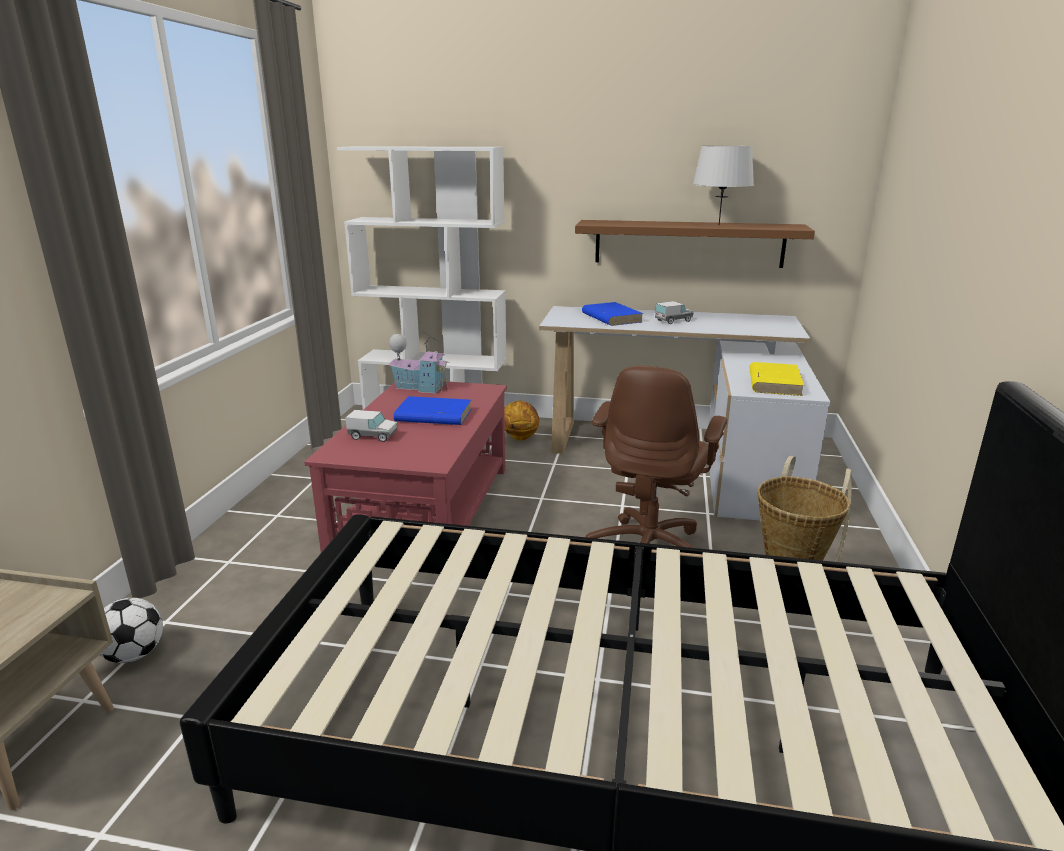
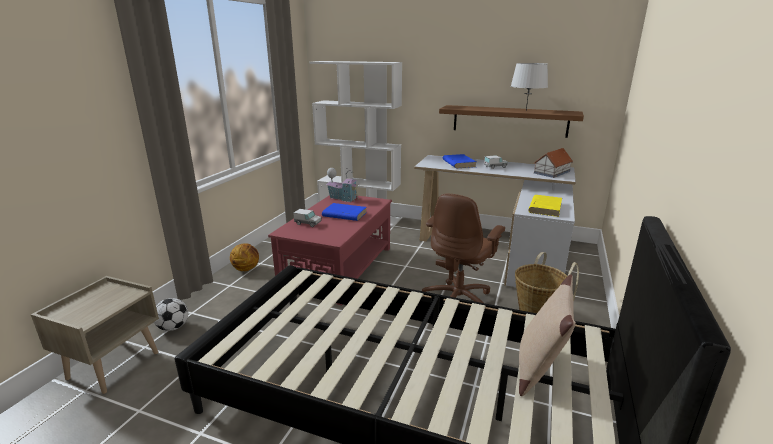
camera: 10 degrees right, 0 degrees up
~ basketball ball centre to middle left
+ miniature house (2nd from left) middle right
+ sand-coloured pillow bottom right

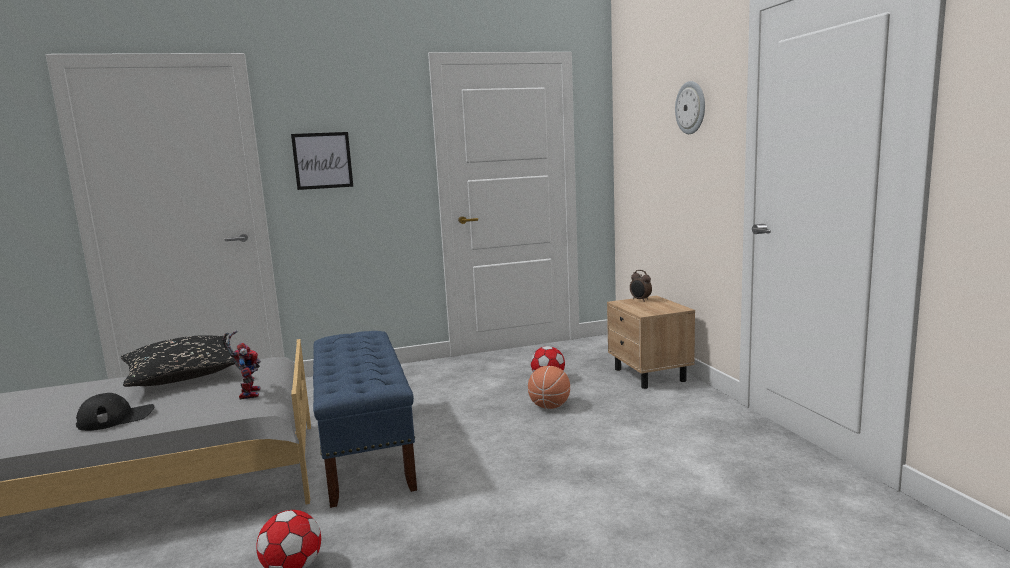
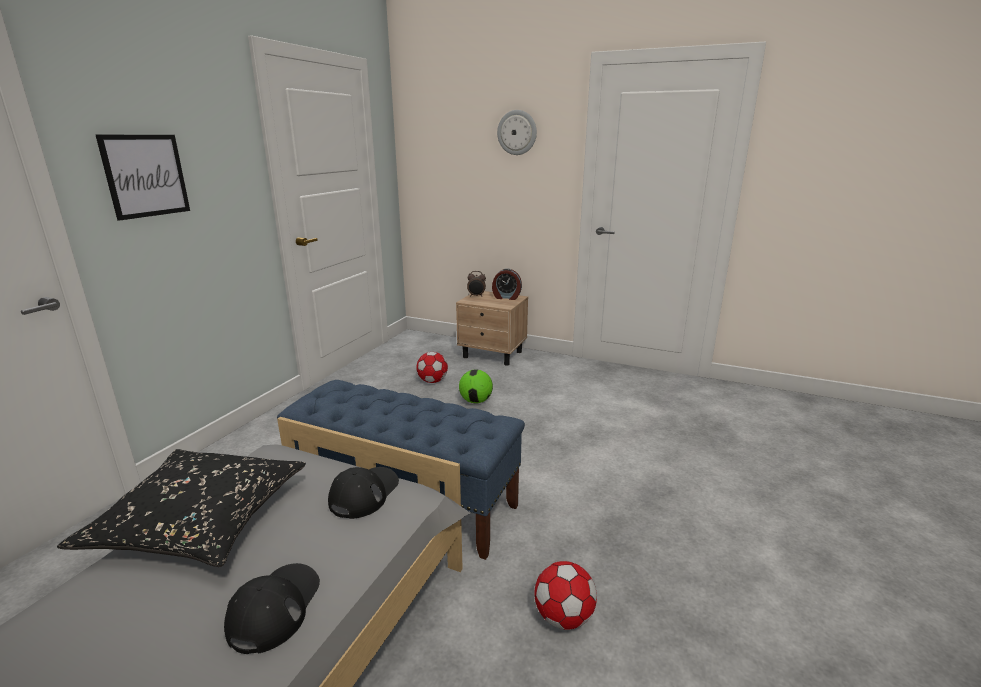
camera: 50 degrees left, 10 degrees up
~ robot figure middle left to black cap (2nd from left) bottom centre
~ basketball ball bottom centre to ball for football (2nd from left) centre
+ alarm clock (2nd from left) centre

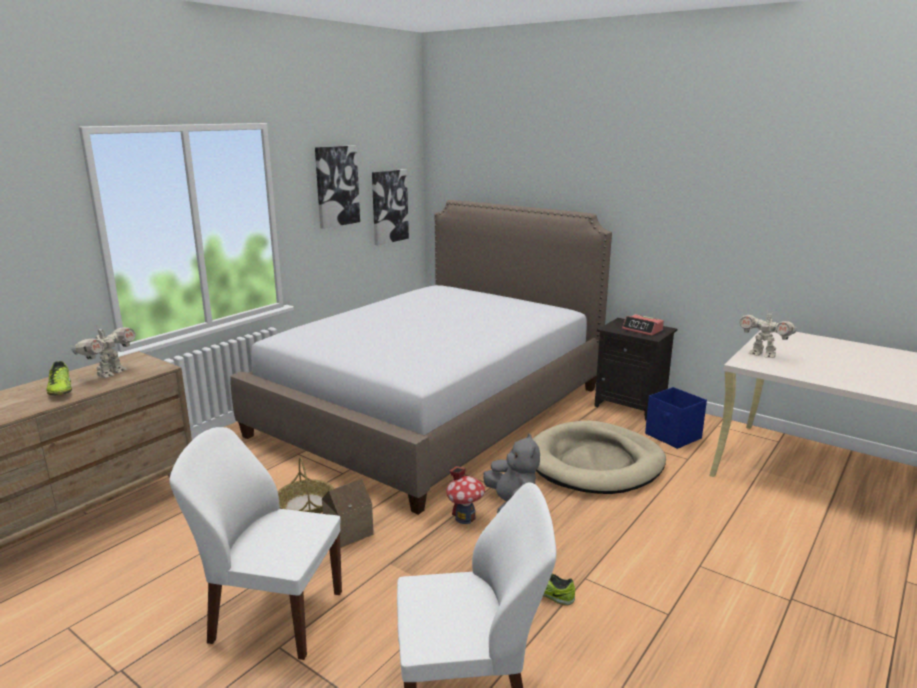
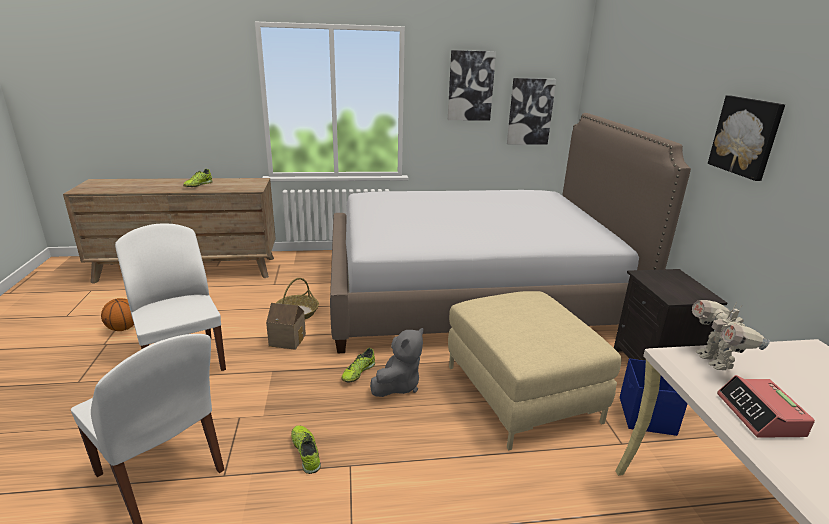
camera: 45 degrees right, 5 degrees up
~ alarm clock middle right to bottom right
- robot figure (1st from left) middle left
~ sand-coloured dog bed centre to sand-coloured footrest bottom centre
~ miniature house (2nd from left) bottom centre to shoe (3rd from left) bottom centre
+ wall art (3rd from left) top right
+ basketball ball middle left

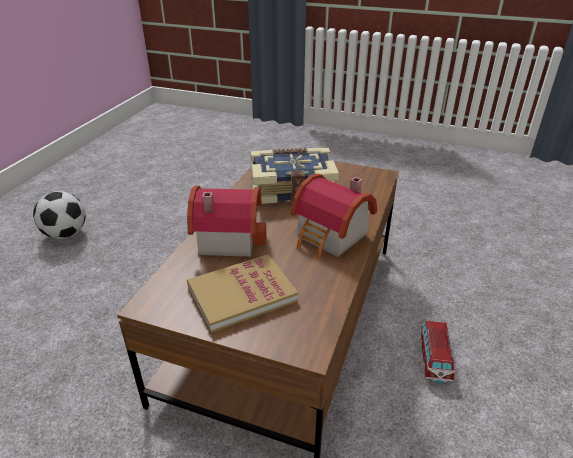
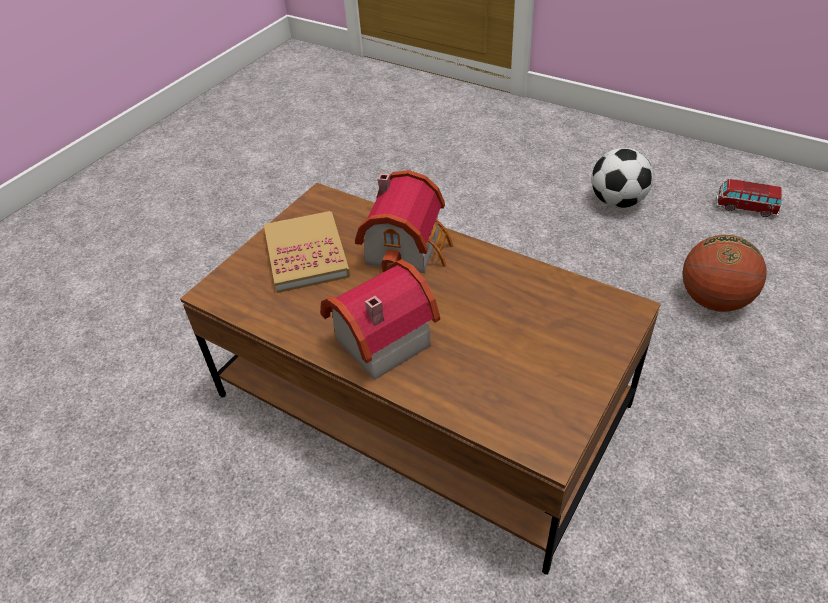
camera: 105 degrees right, 10 degrees up
- book (2nd from left) centre
~ miniature car bottom right to top right
+ basketball ball middle right

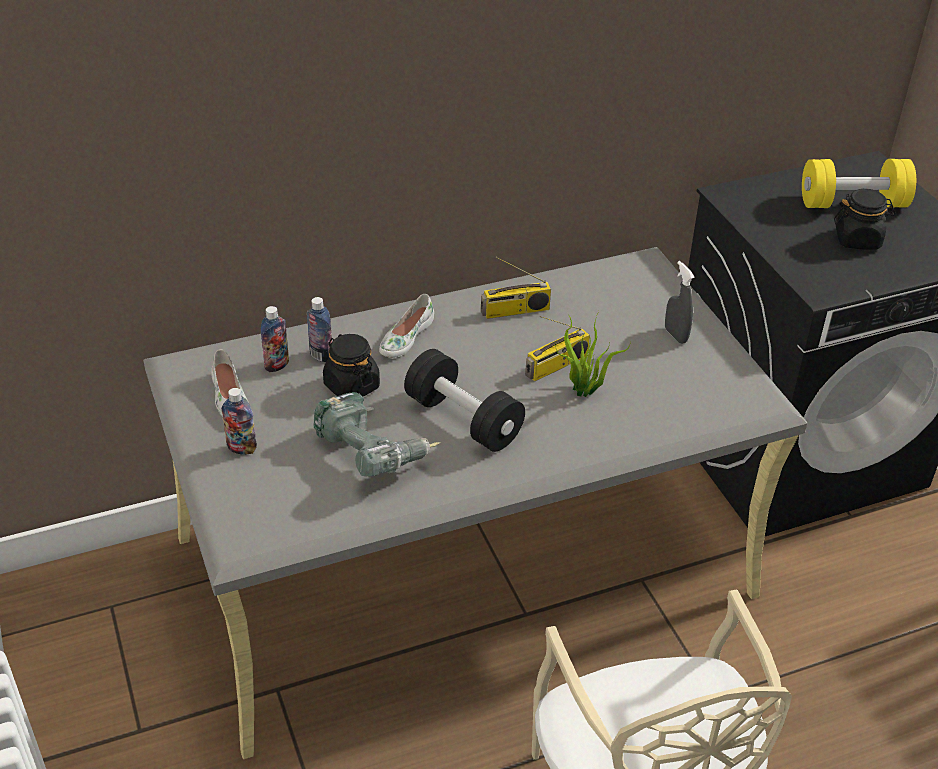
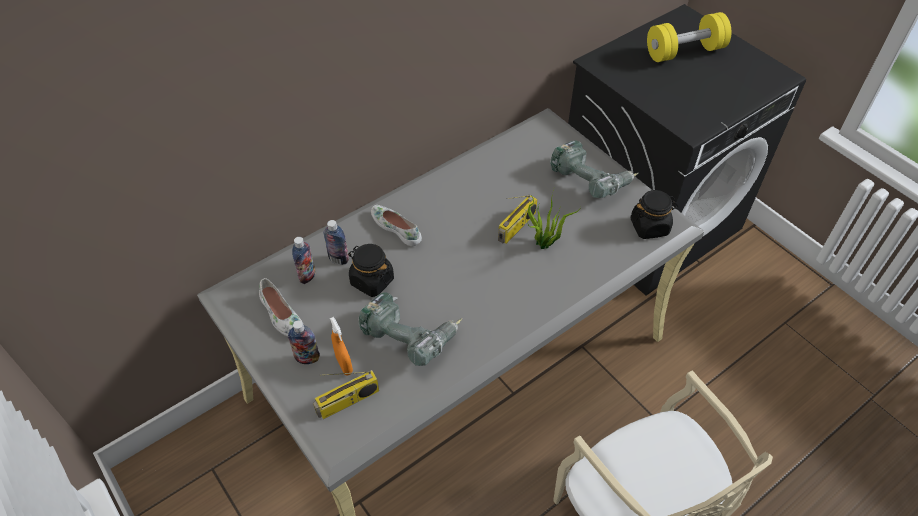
camera: 15 degrees left, 10 degrees up
~ black storage jar (2nd from left) top right to middle right
~ radio receiver (1st from left) centre to bottom centre
~ grey sprayer middle right to drill (2nd from left) top centre
~ whitish shoe (2nd from left) centre = centre 120 degrees clockwise
- black hand weight centre
+ orange-coloured sprayer bottom centre

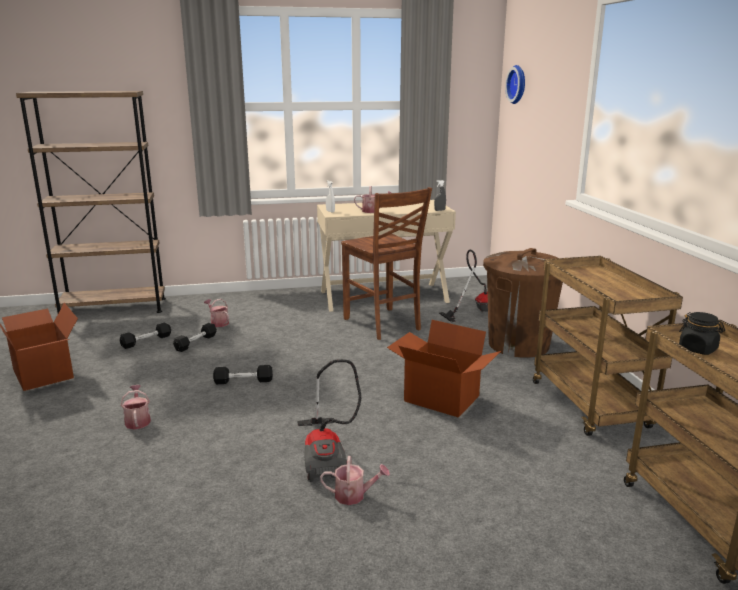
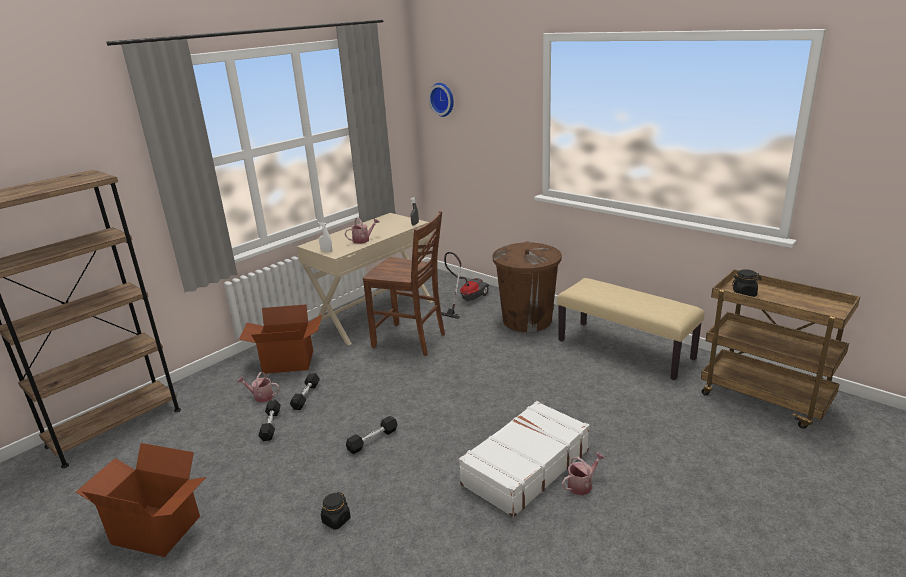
camera: 35 degrees left, 5 degrees up
~ brown trolley (1st from left) middle right to sand-coloured indoor bench middle right
~ cardboard box (2nd from left) centre to middle left
~ black hand weight (1st from left in the first image) middle left to black hand weight (2nd from left) bottom centre
~ hoover (1st from left) bottom centre to whitish suitcase bottom centre
~ watering pot (1st from left) bottom left to black storage jar (1st from left) bottom centre

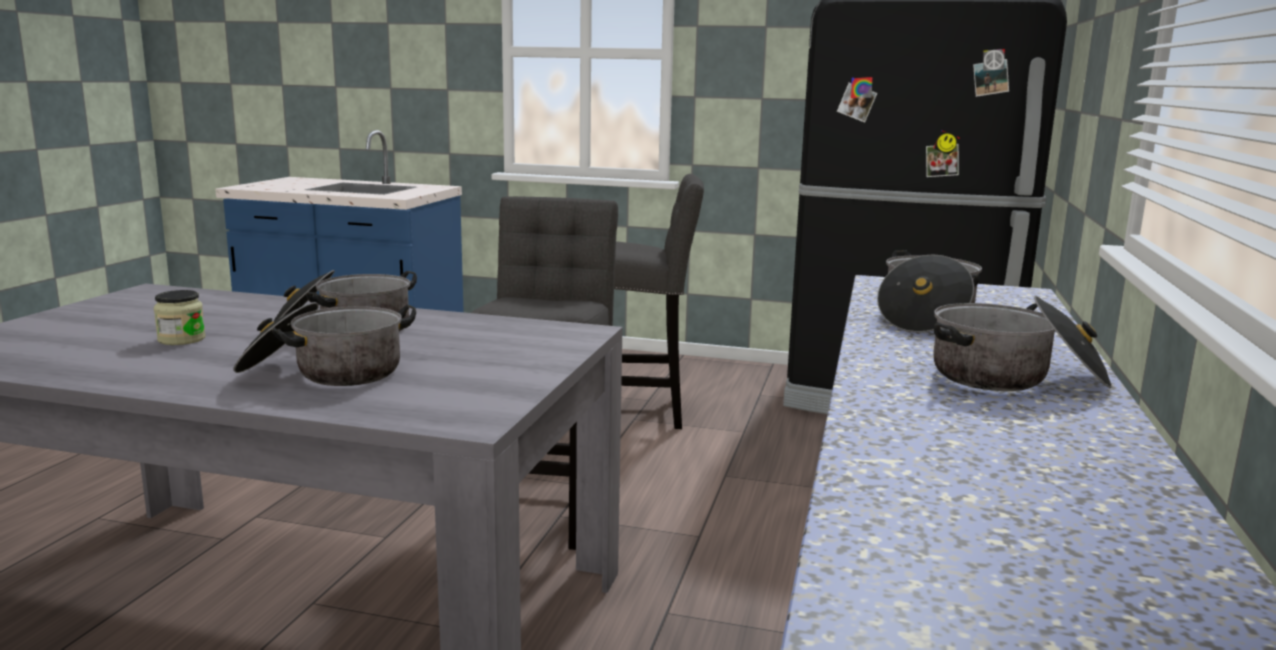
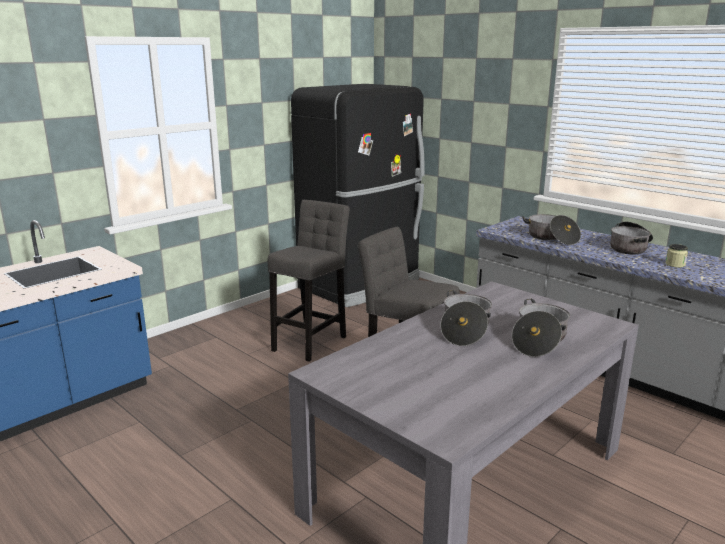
camera: 60 degrees left, 5 degrees up
~ storage jar middle left to middle right

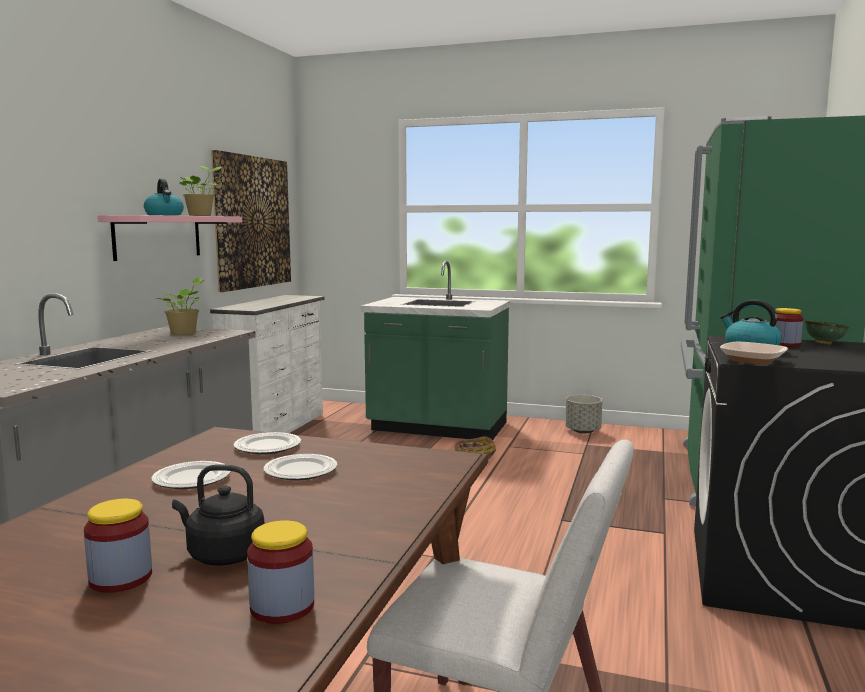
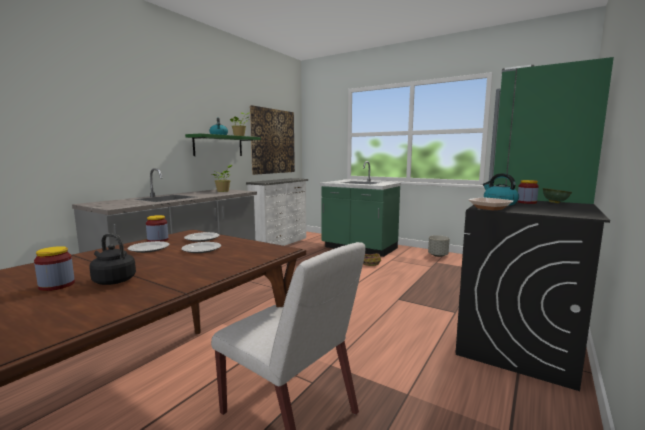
camera: 15 degrees right, 0 degrees up
~ pink wall shelf middle left to green-coloured wall shelf centre
~ storage jar (2nd from left) bottom left to middle left

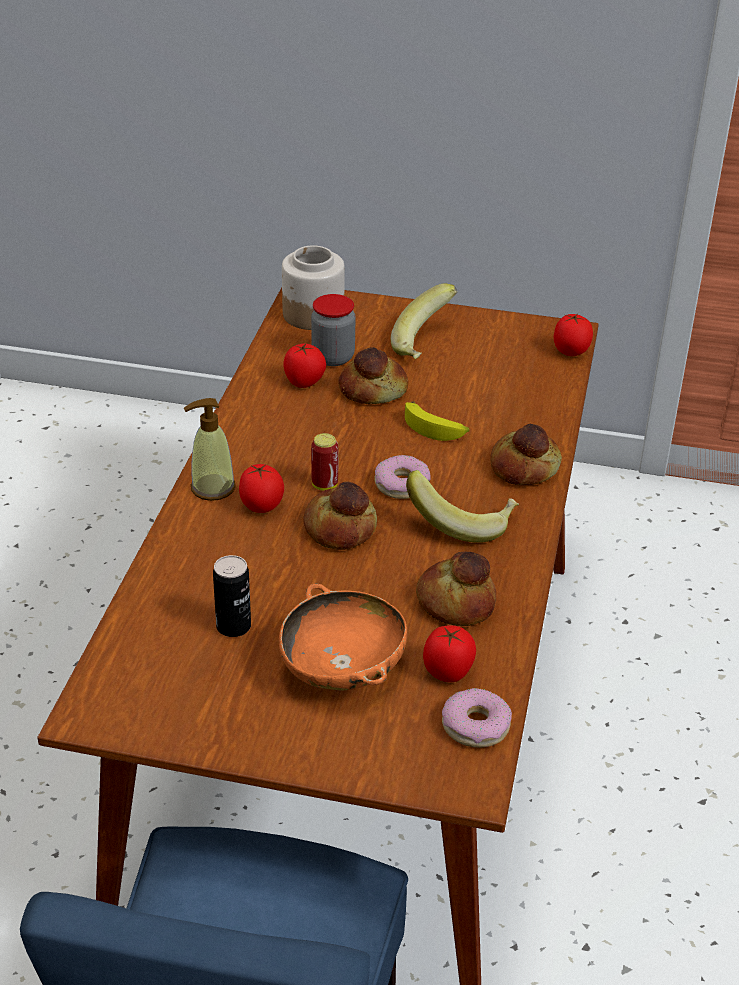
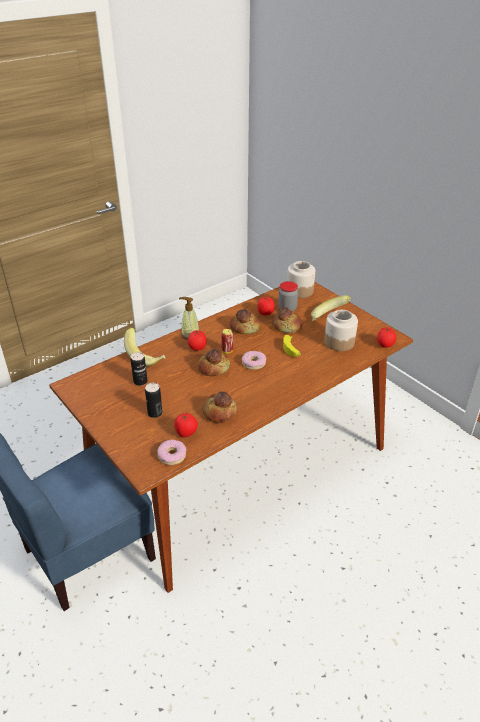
camera: 40 degrees right, 0 degrees up
~ bread (4th from left in the first image) middle right to bread (3rd from left) centre
~ banana (3rd from left in the first image) centre to banana (1st from left) middle left
~ orange-coloured serving bowl centre to metal can (2nd from left) middle left
+ storage jar (3rd from left) middle right

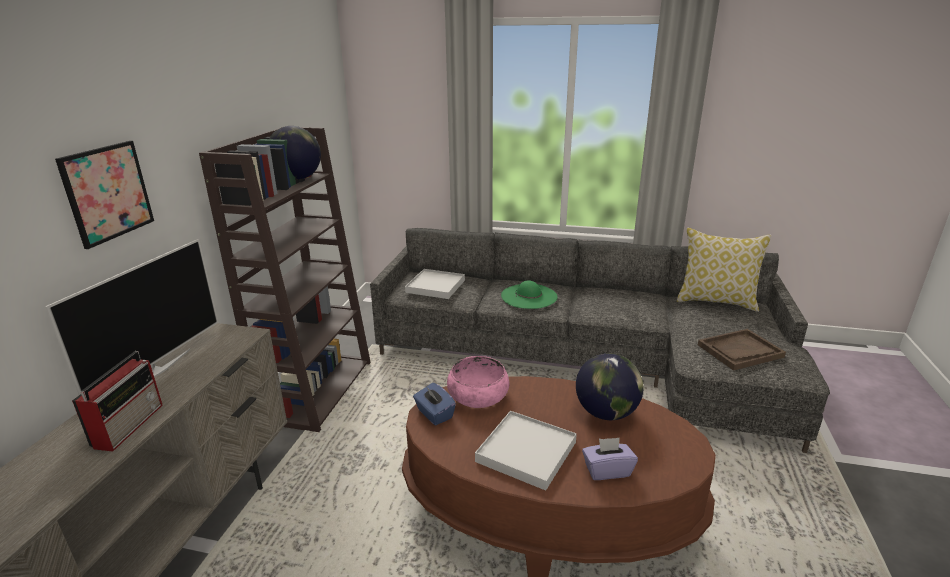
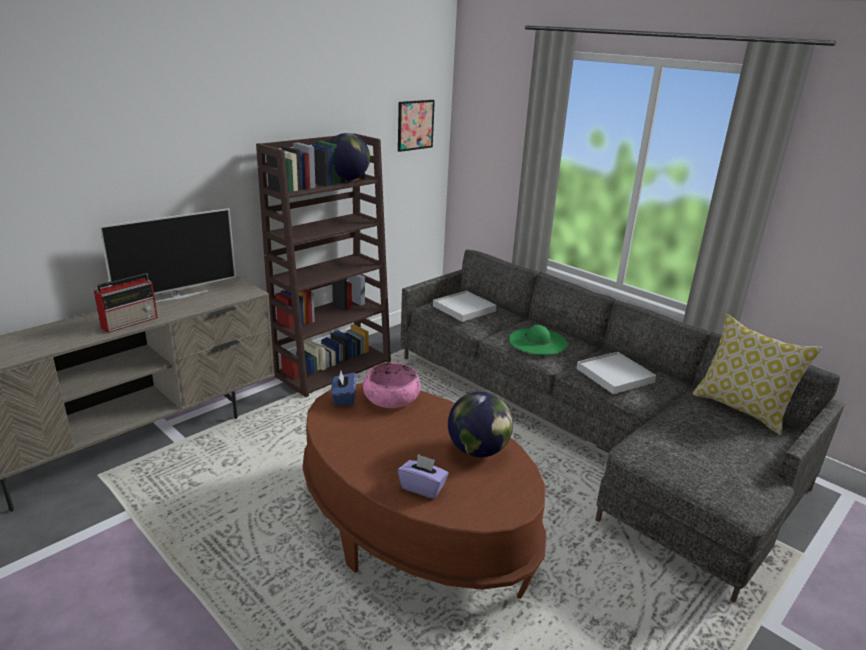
camera: 30 degrees right, 0 degrees up
~ wall art middle left to top centre
- brown serving tray middle right
~ whitish serving tray (2nd from left) bottom centre to middle right

